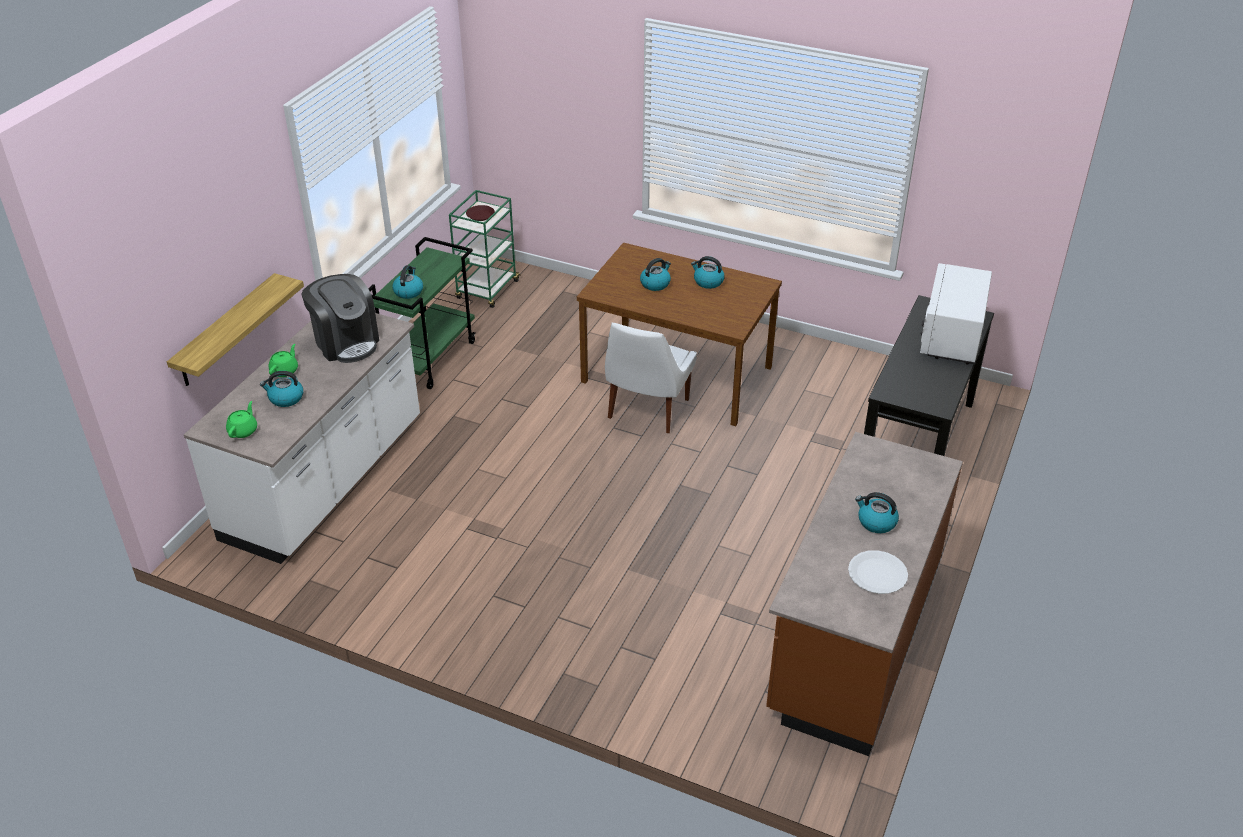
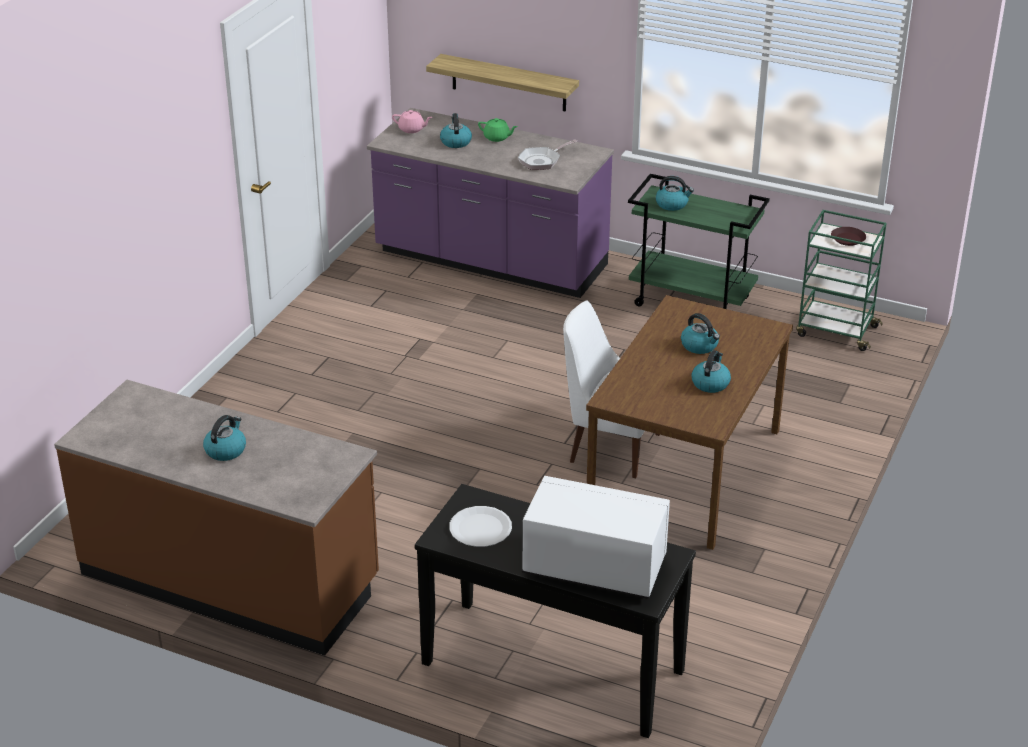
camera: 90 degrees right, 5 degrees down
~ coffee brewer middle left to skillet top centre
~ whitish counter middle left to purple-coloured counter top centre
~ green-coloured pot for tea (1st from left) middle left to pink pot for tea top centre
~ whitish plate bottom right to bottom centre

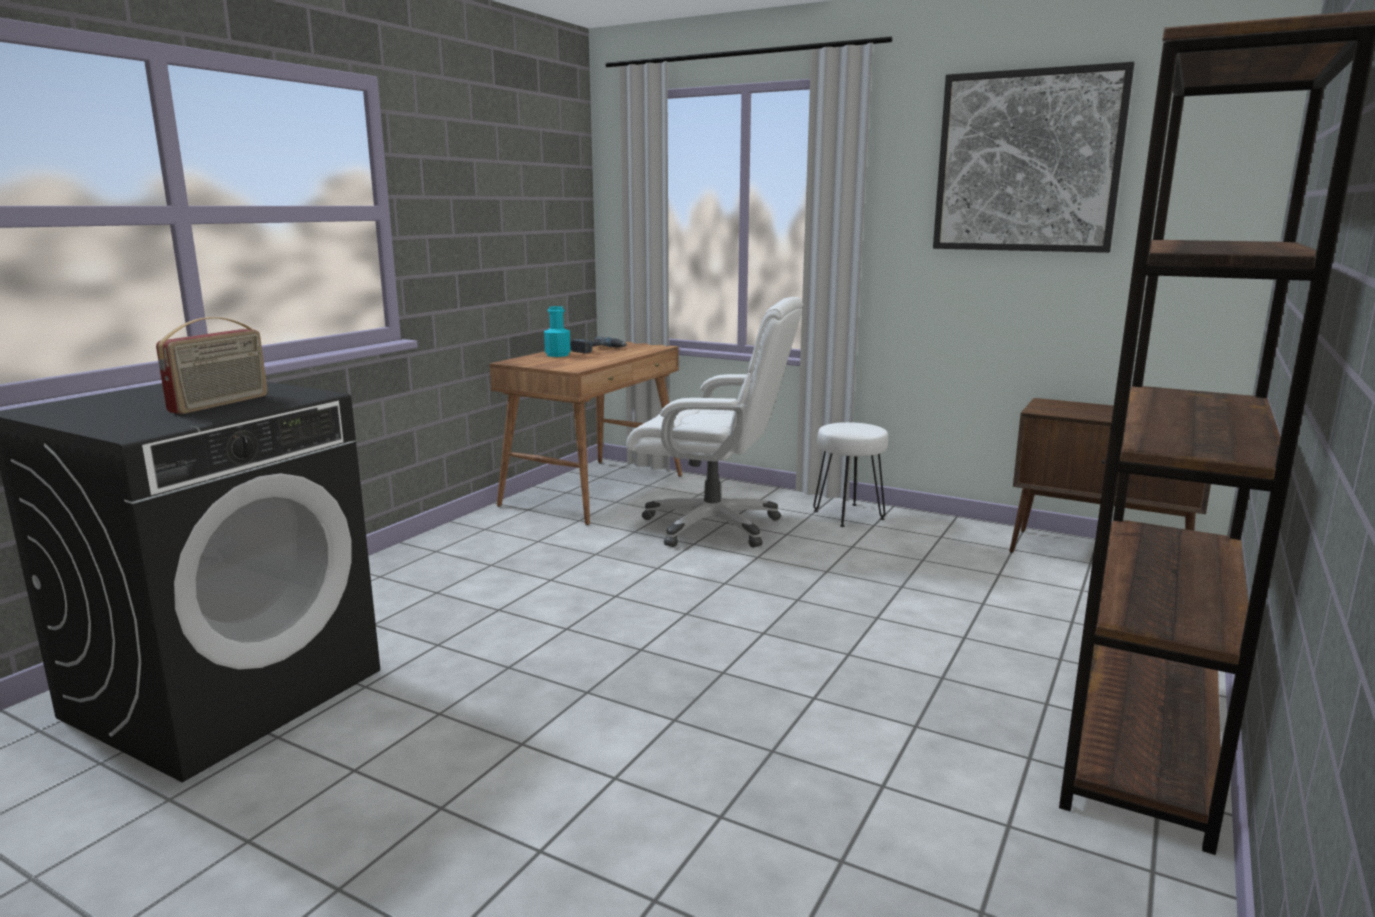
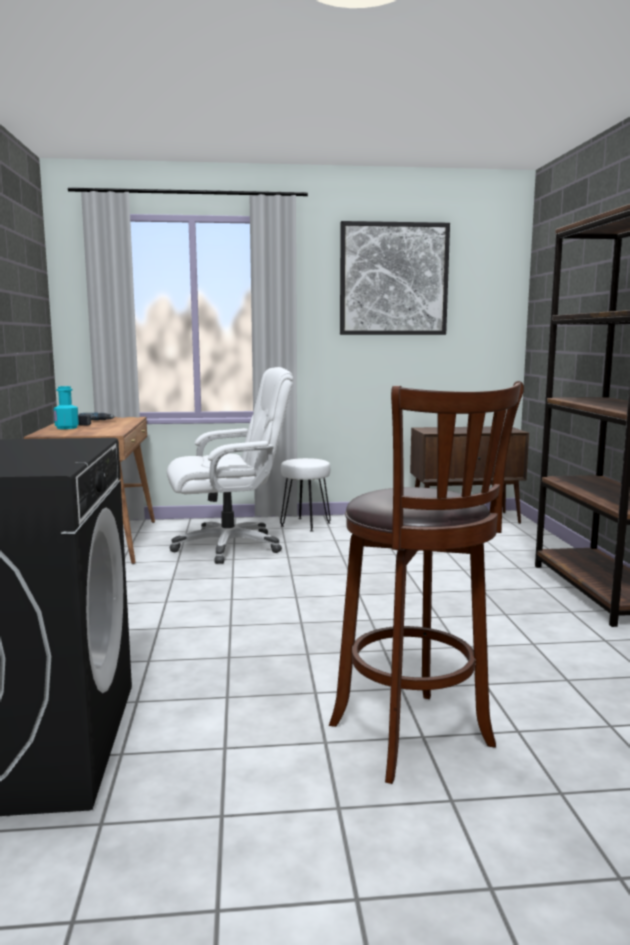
camera: 35 degrees left, 5 degrees down
- radio receiver middle left
+ brown stool middle right

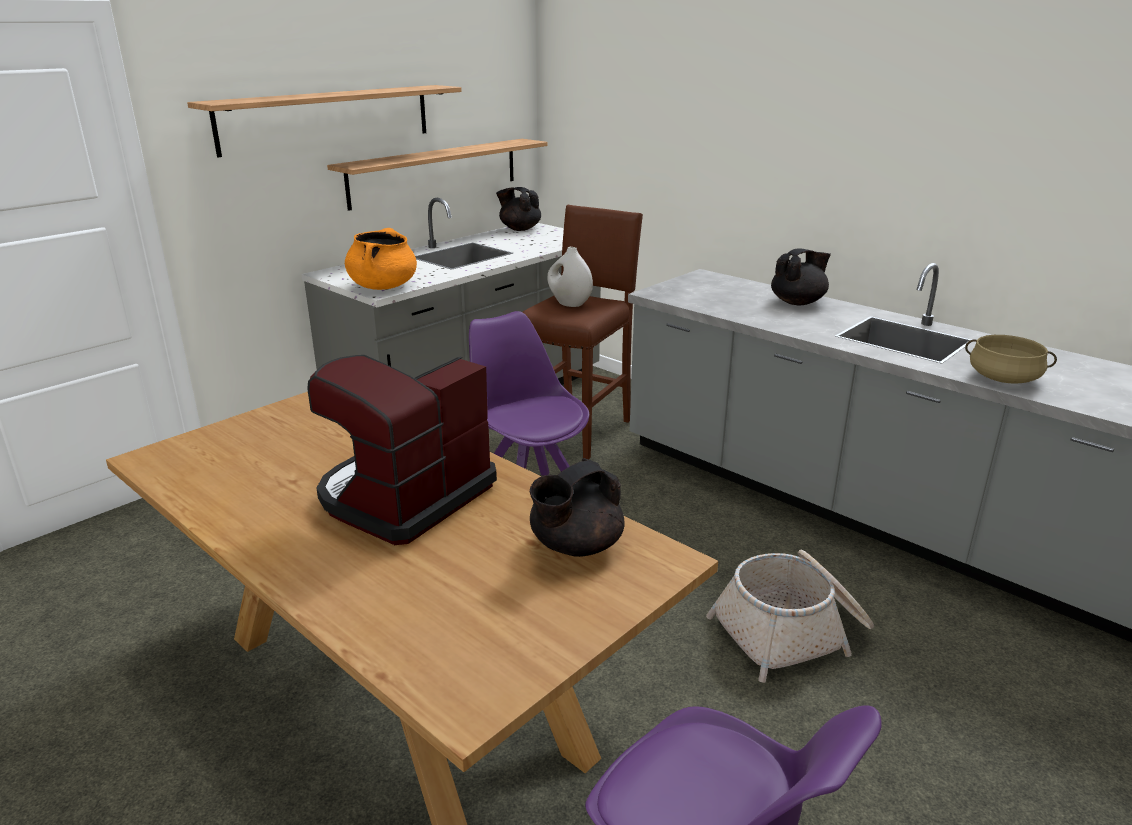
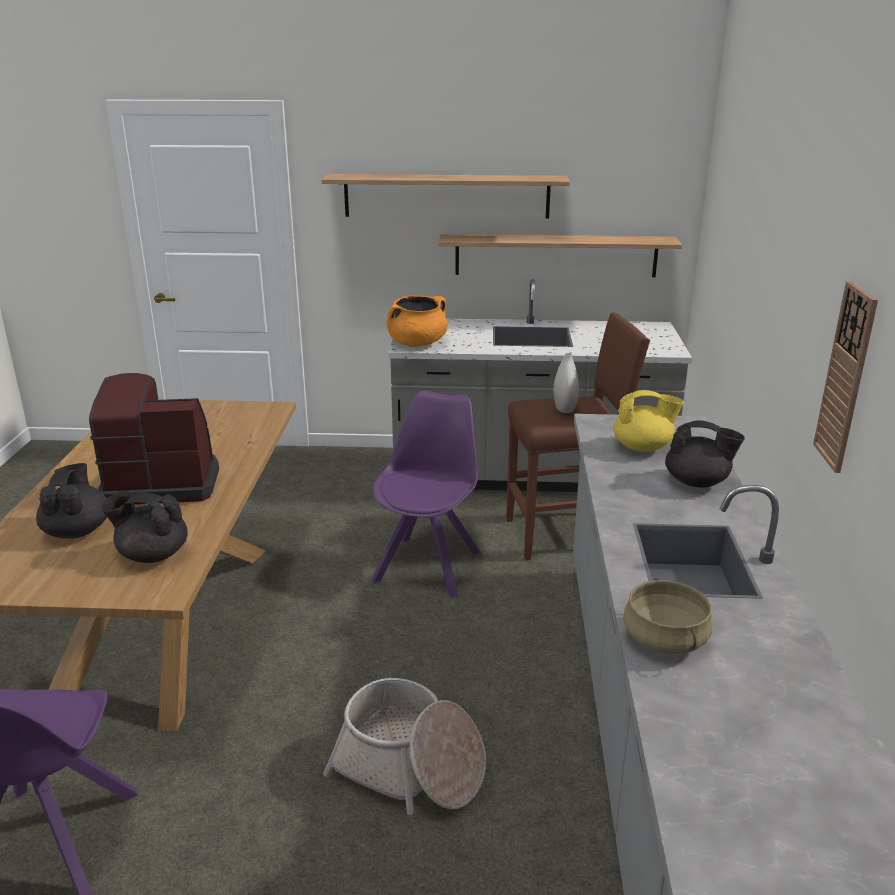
camera: 50 degrees right, 0 degrees up
~ black pot for tea (1st from left) top centre to middle left
+ wall clock middle right
+ yellowish pot for tea middle right

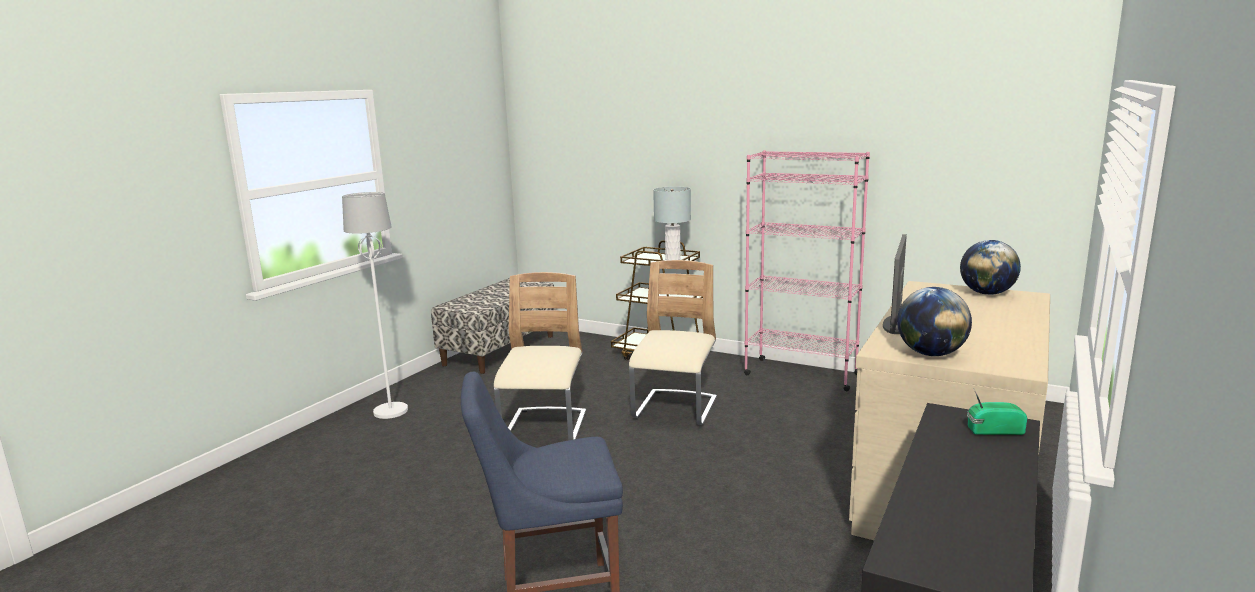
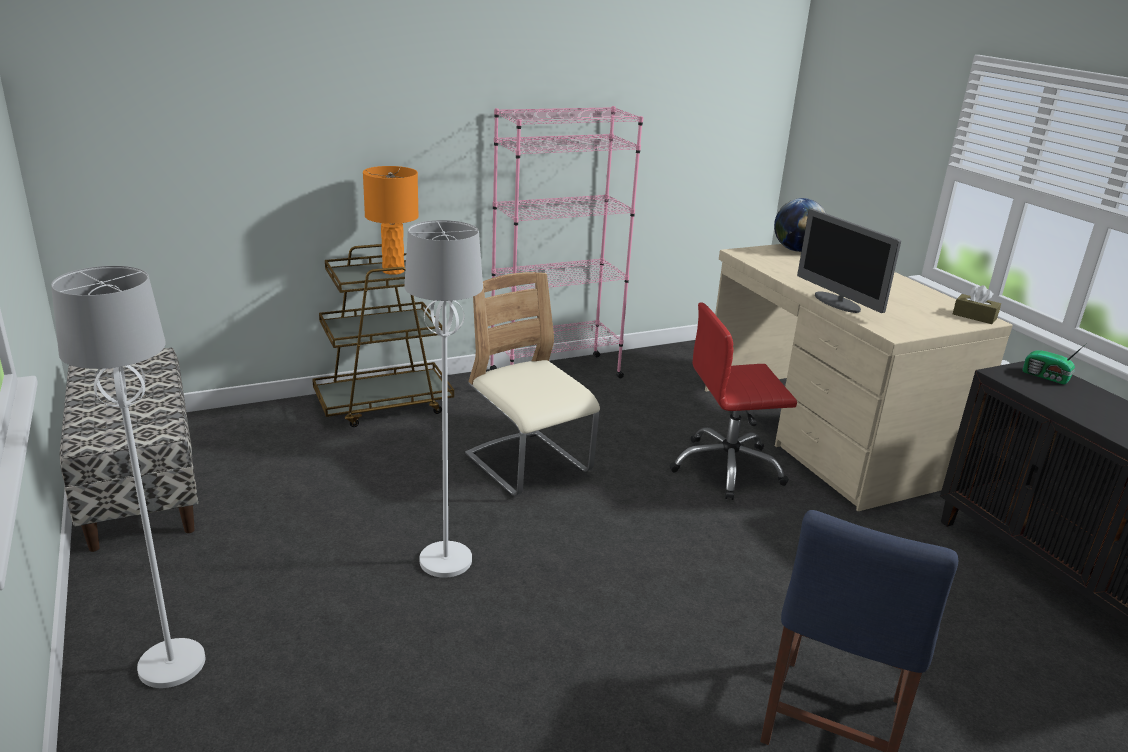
camera: 55 degrees left, 10 degrees up
~ grey lamp for a table centre to orange-coloured lamp for a table top centre
~ sand-coloured chair (1st from left) centre to whitish standard lamp (2nd from left) centre
- globe (1st from left) middle right
~ radio receiver bottom right = middle right 90 degrees counterclockwise
+ brown tissue holder middle right
+ red office chair centre

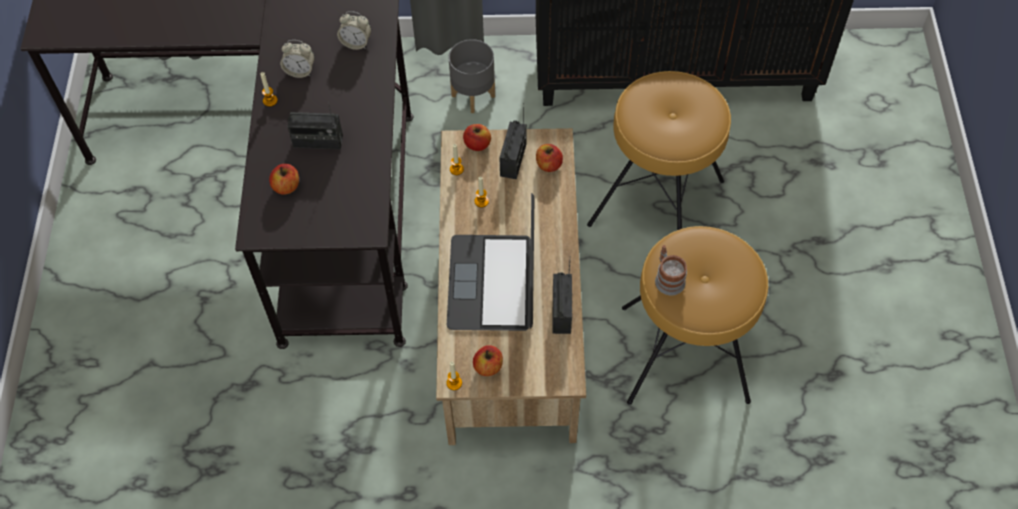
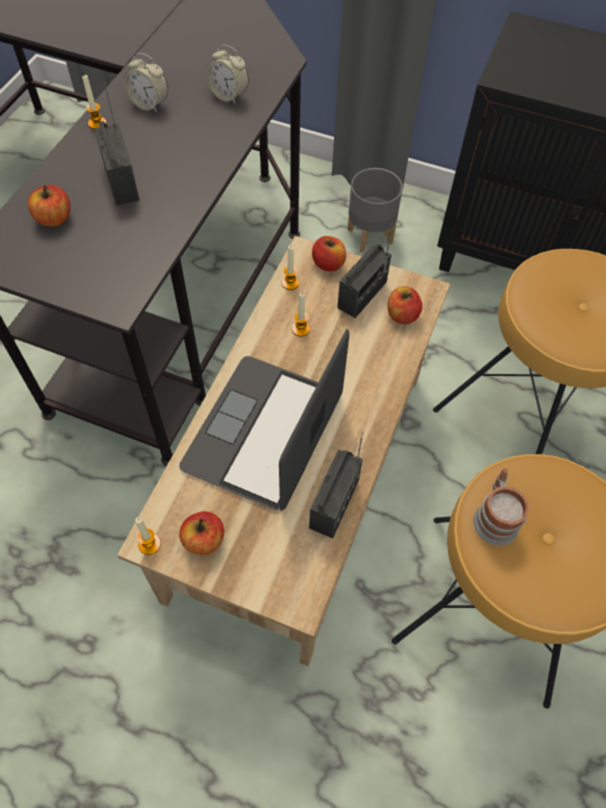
camera: 20 degrees right, 0 degrees up
~ radio receiver (1st from left) top left = top left 135 degrees counterclockwise

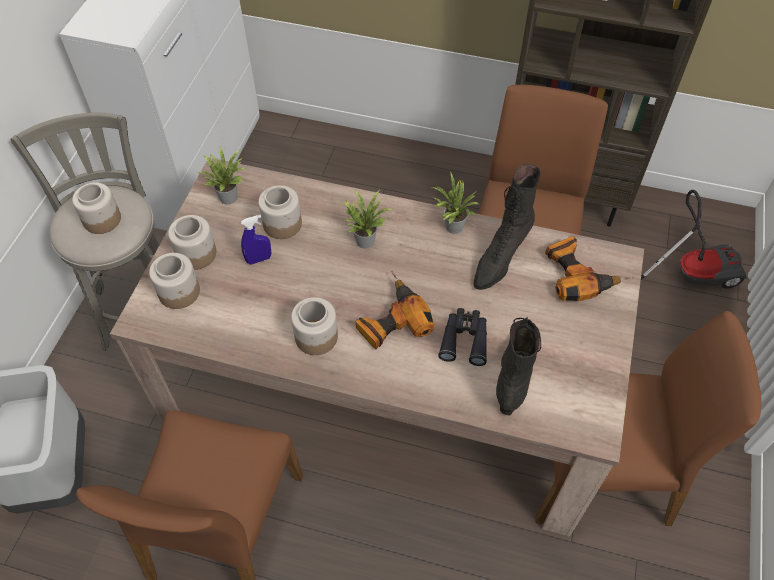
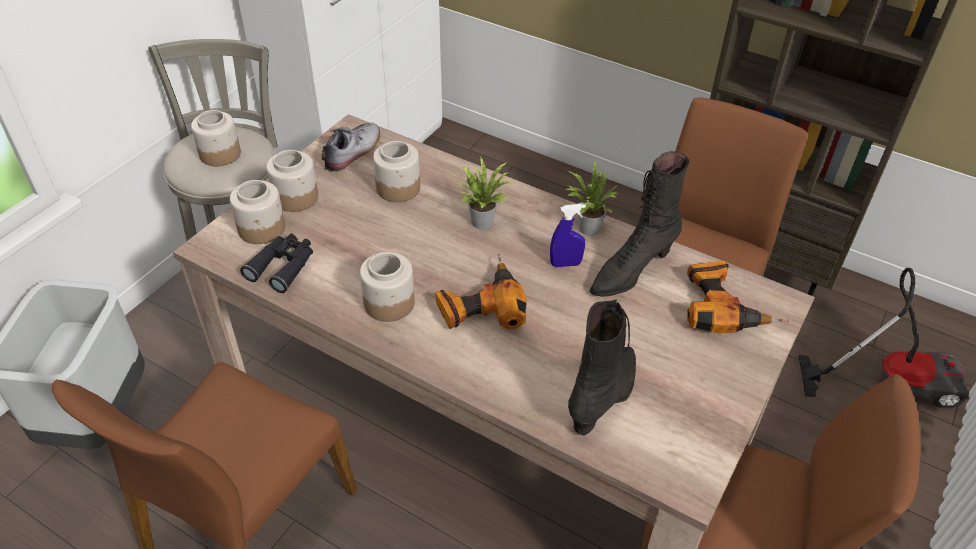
camera: 15 degrees right, 10 degrees down
~ houseplant (1st from left) top left to shoe top centre
~ bluish sprayer middle left to centre
~ black binoculars centre to middle left

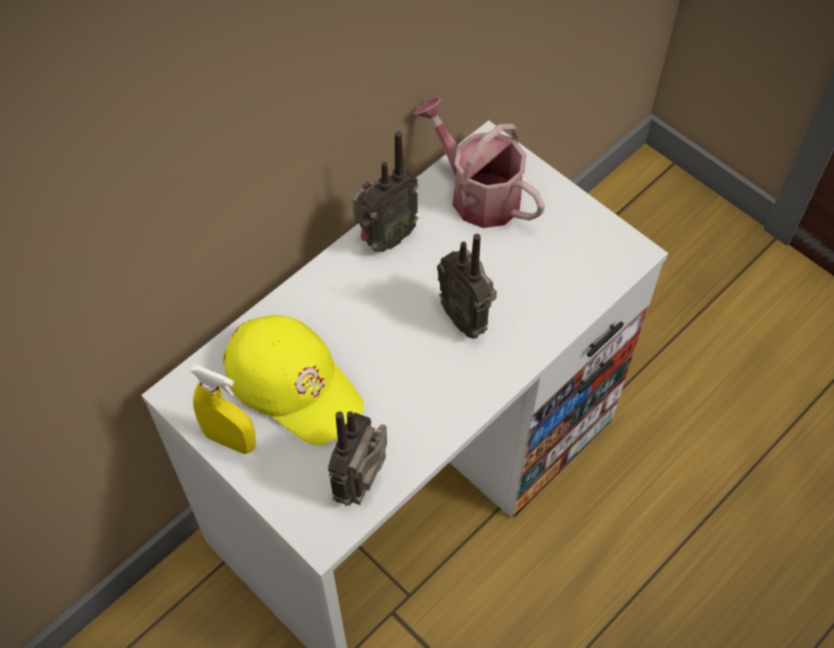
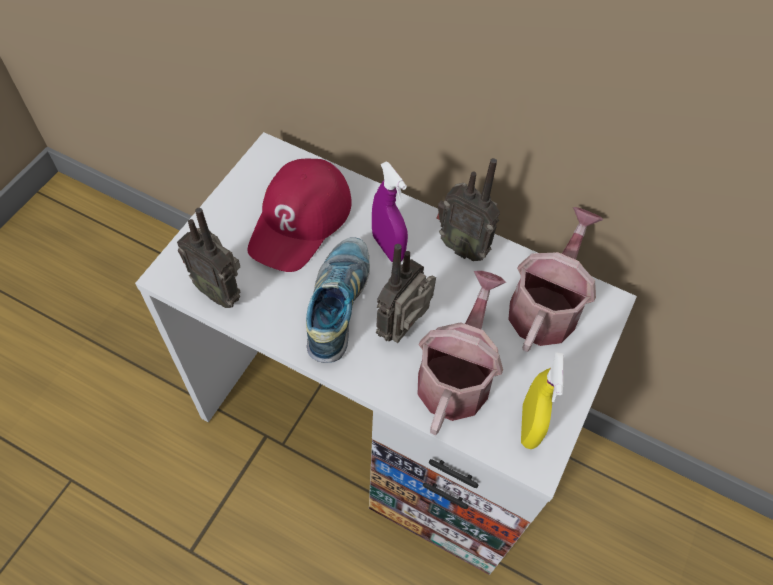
camera: 70 degrees right, 0 degrees up
~ yellowish cap centre to red cap centre
~ yellowish sprayer middle left to bottom right
~ radio receiver (1st from left) bottom centre = middle left 150 degrees counterclockwise
+ purple-coloured sprayer centre
+ shoe centre
+ watering pot (1st from left) centre

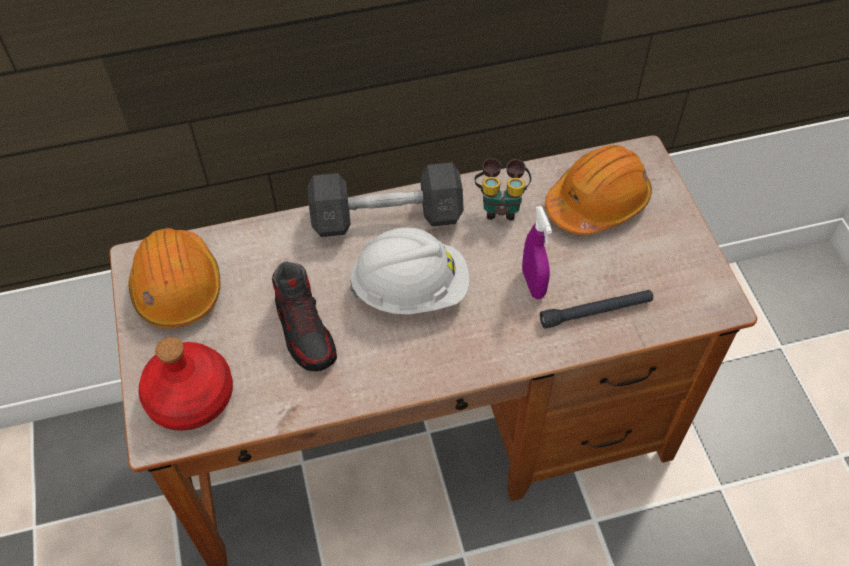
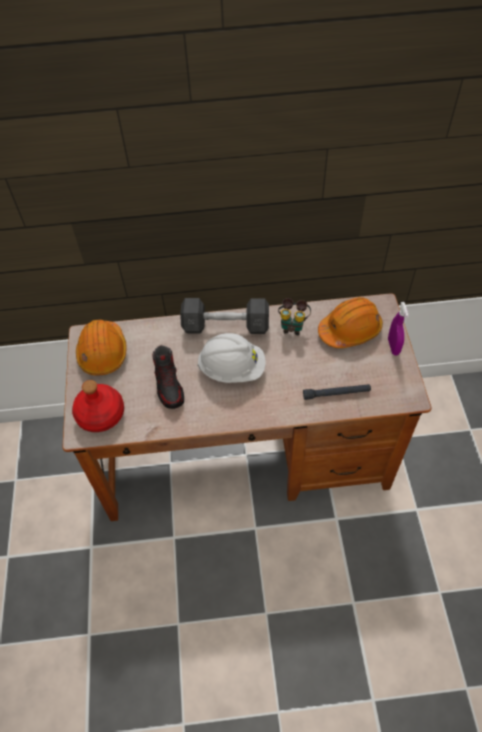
camera: 10 degrees right, 0 degrees up
~ purple-coloured sprayer centre to middle right

